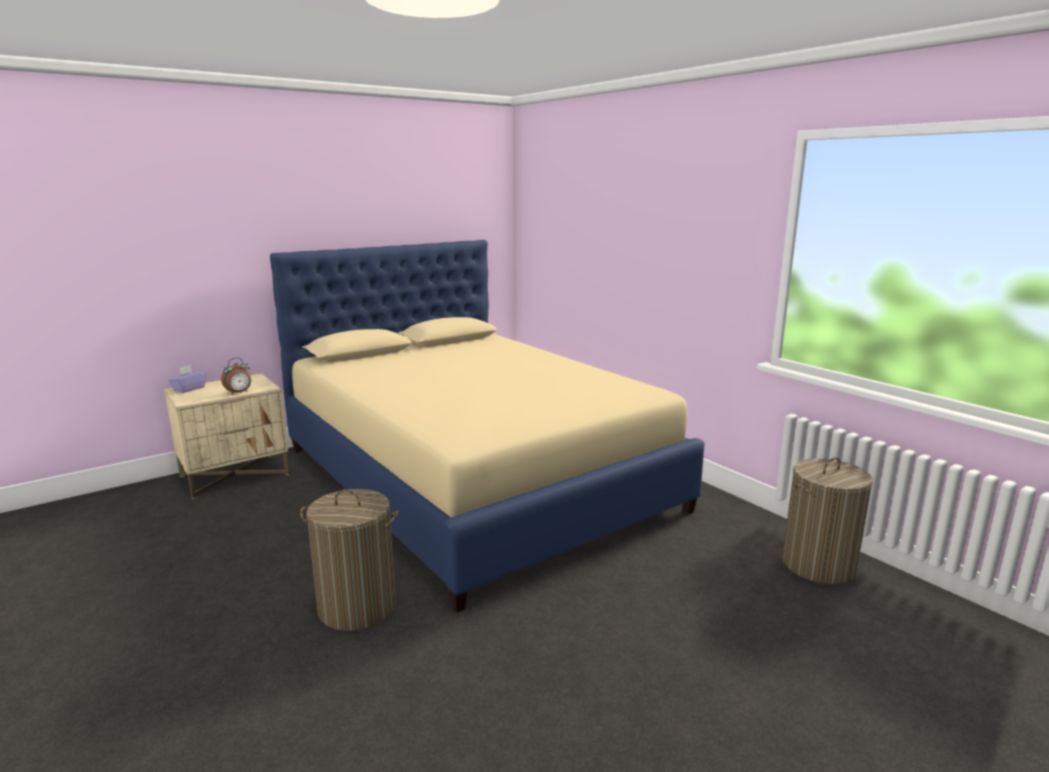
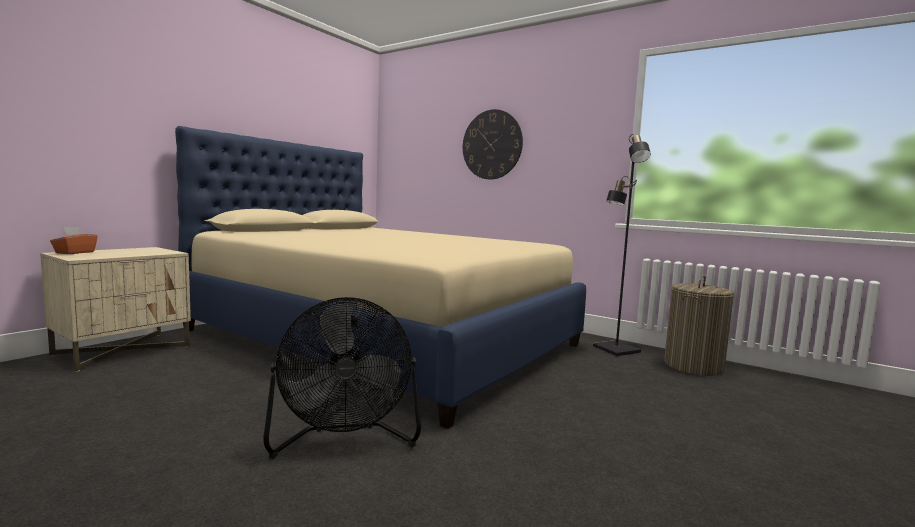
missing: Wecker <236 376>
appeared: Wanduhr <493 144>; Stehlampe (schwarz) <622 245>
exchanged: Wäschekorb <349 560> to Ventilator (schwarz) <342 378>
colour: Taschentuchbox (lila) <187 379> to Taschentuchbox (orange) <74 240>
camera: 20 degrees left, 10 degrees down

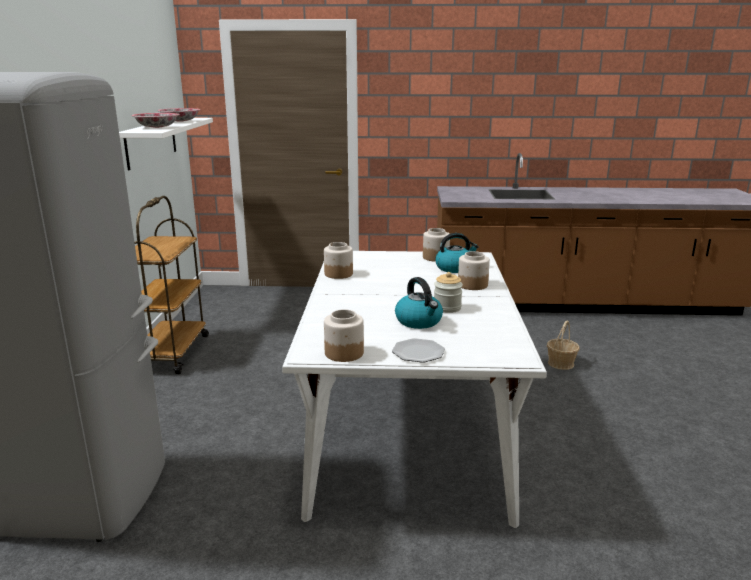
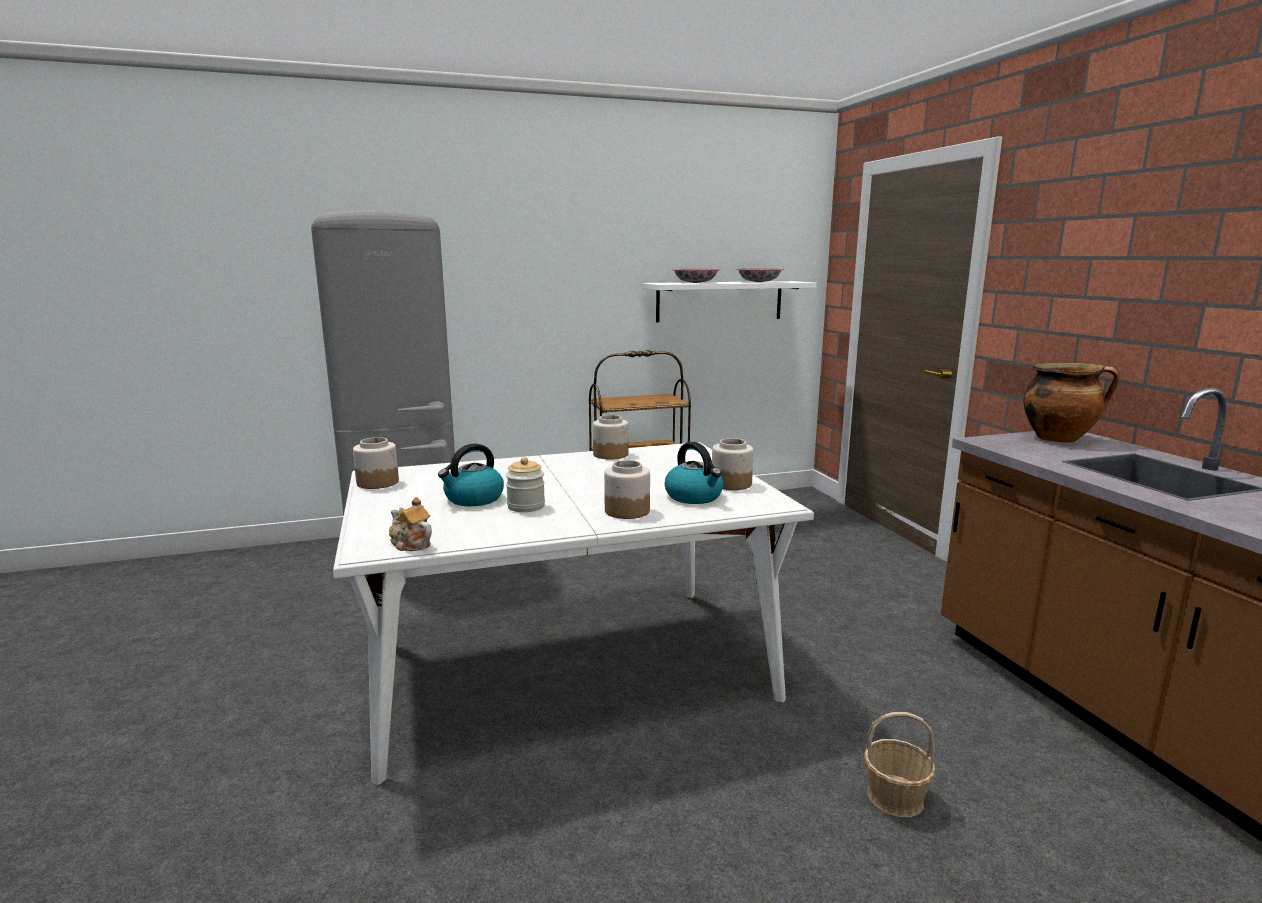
missing: Teller <418 350>
appeared: Teekanne <410 524>; Kochtopf <1071 403>
camera: 70 degrees right, 5 degrees down

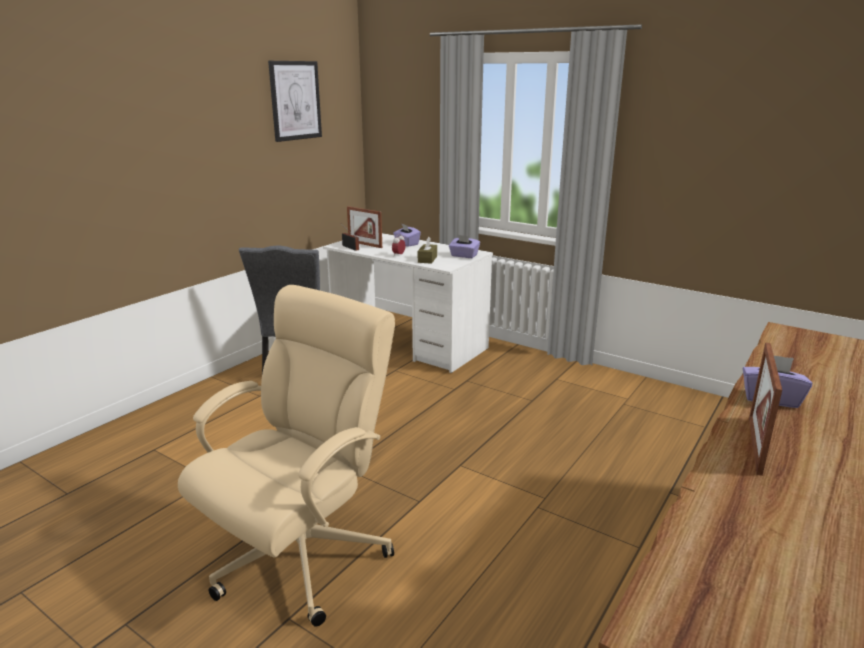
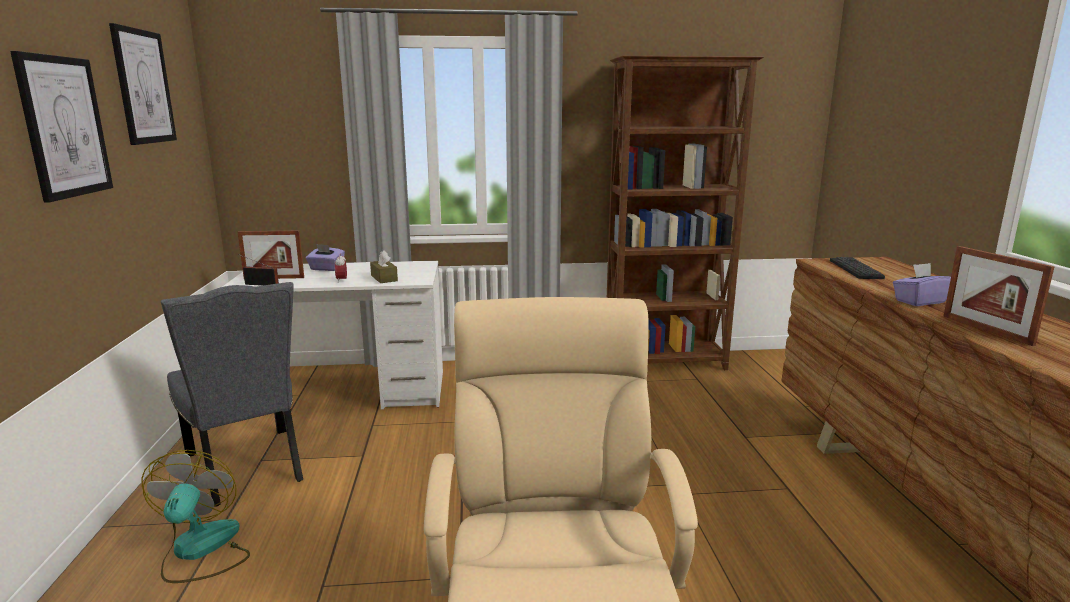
missing: Taschentuchbox (lila) <464 246>
appeared: Bild <61 127>; Ventilator <195 516>; Bücherregal (braun) <685 212>; Tastatur <857 268>
camera: 40 degrees left, 5 degrees down

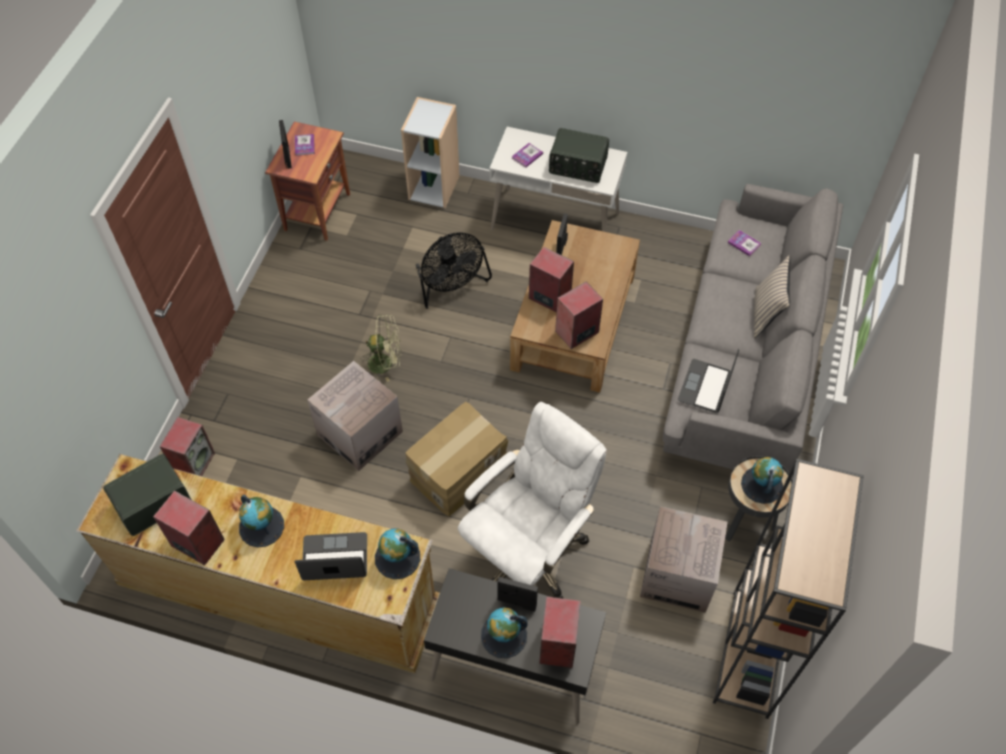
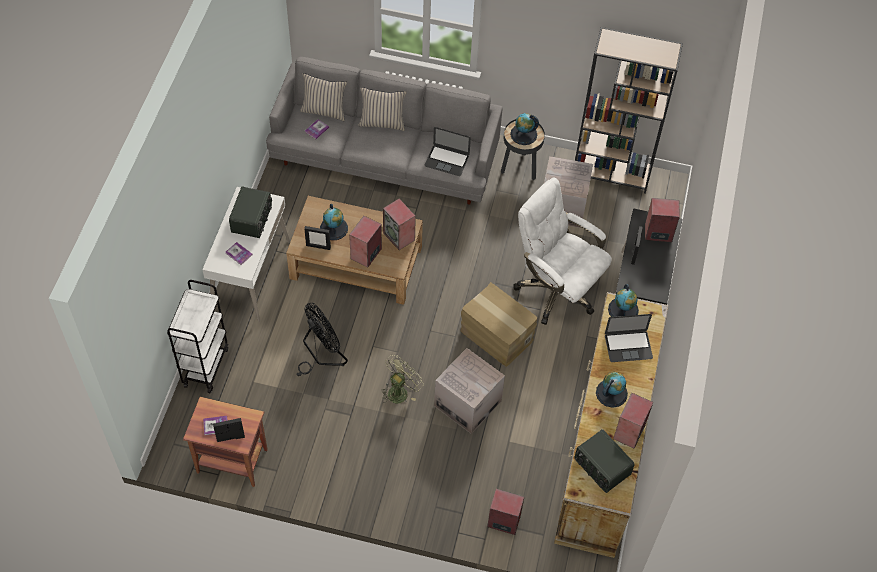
appeared: Kissen (beige) <323 97>
relocated: Globus <504 632> to <334 222>
exchanged: Bücherregal <430 152> to Rollwagen (weiß) <198 336>
spun: Laptop <330 556> = <629 338> 90 degrees counterclockwise; Ventilator (grün) <381 348> = <403 379> 45 degrees clockwise
camera: 95 degrees left, 0 degrees up

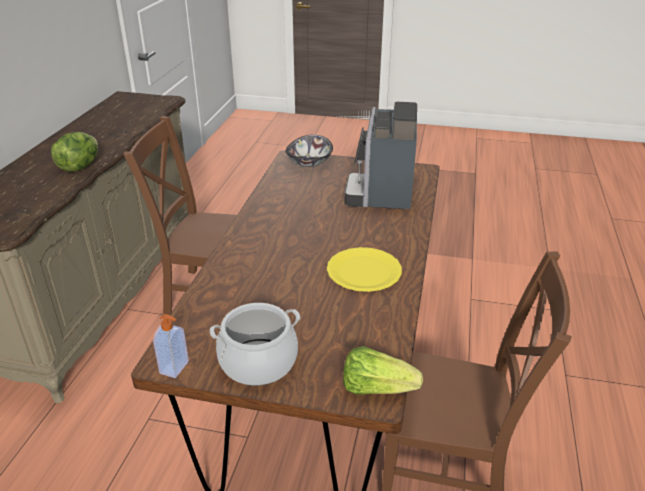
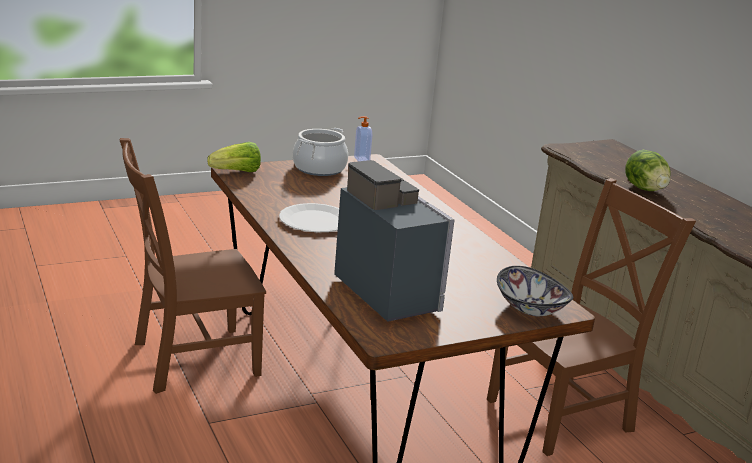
colour: Teller (gelb) <364 269> to Teller (weiß) <309 217>
camera: 140 degrees right, 10 degrees down

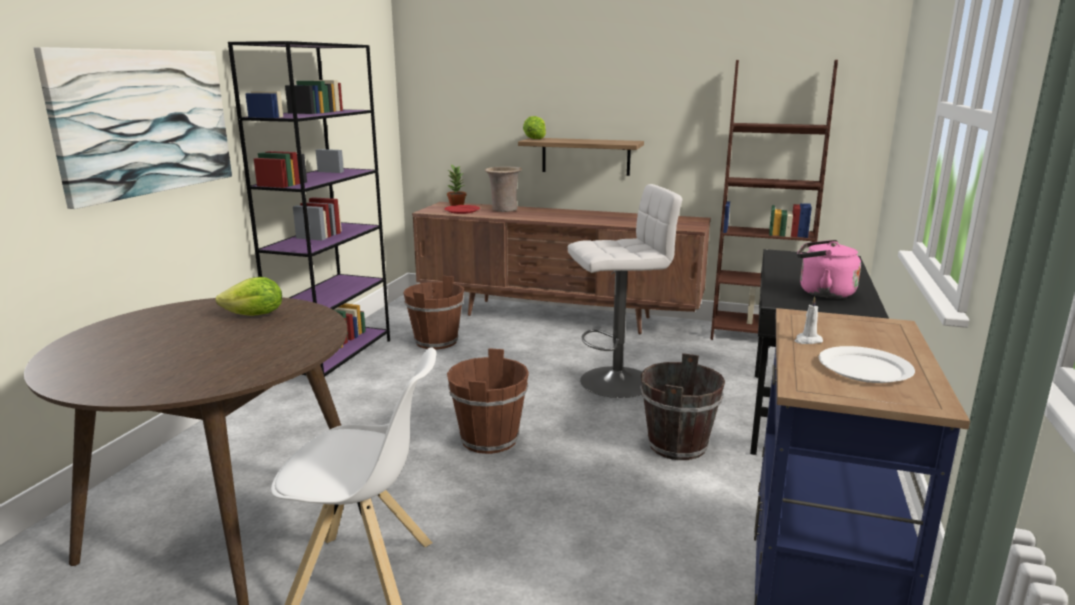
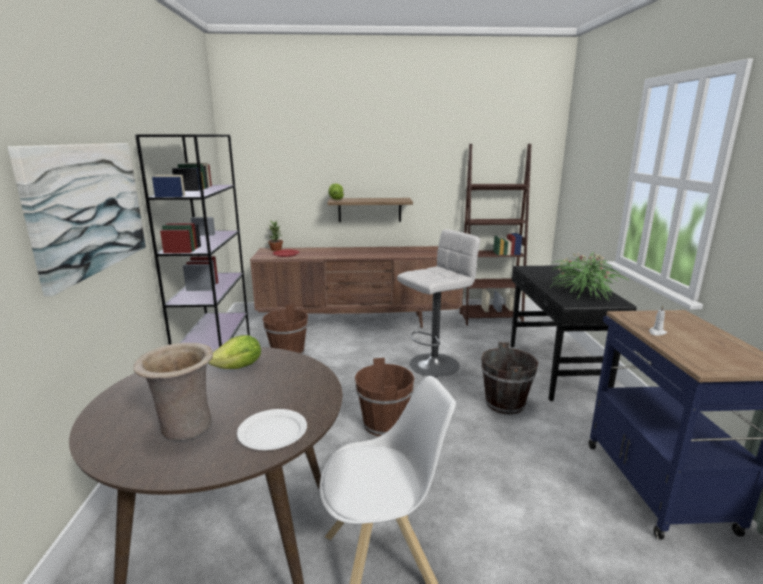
relocated: Vase (beige) <503 189> to <173 392>; Teller (weiß) <867 364> to <272 429>
exchanged: Wasserkessel (rosa) <829 269> to Topfpflanze <588 276>
camera: 20 degrees left, 0 degrees up

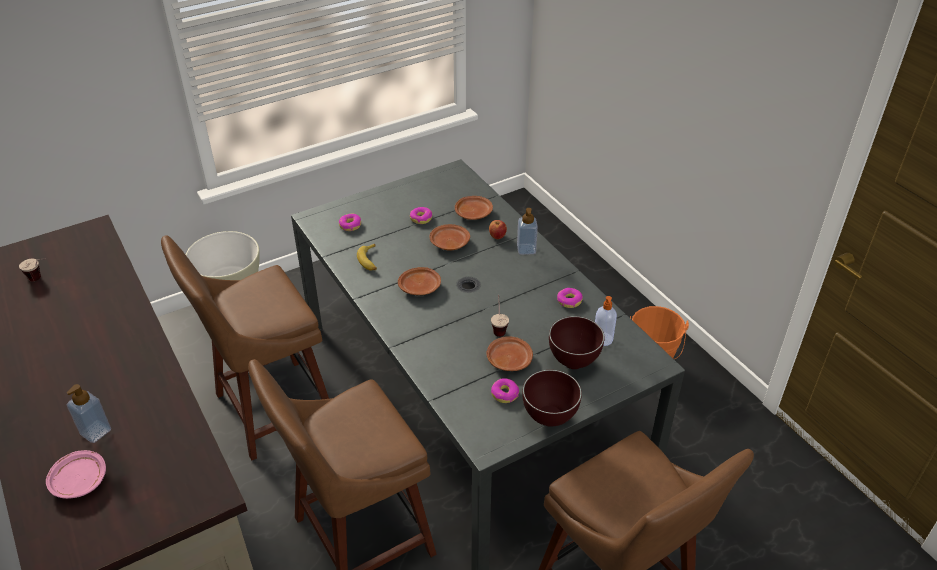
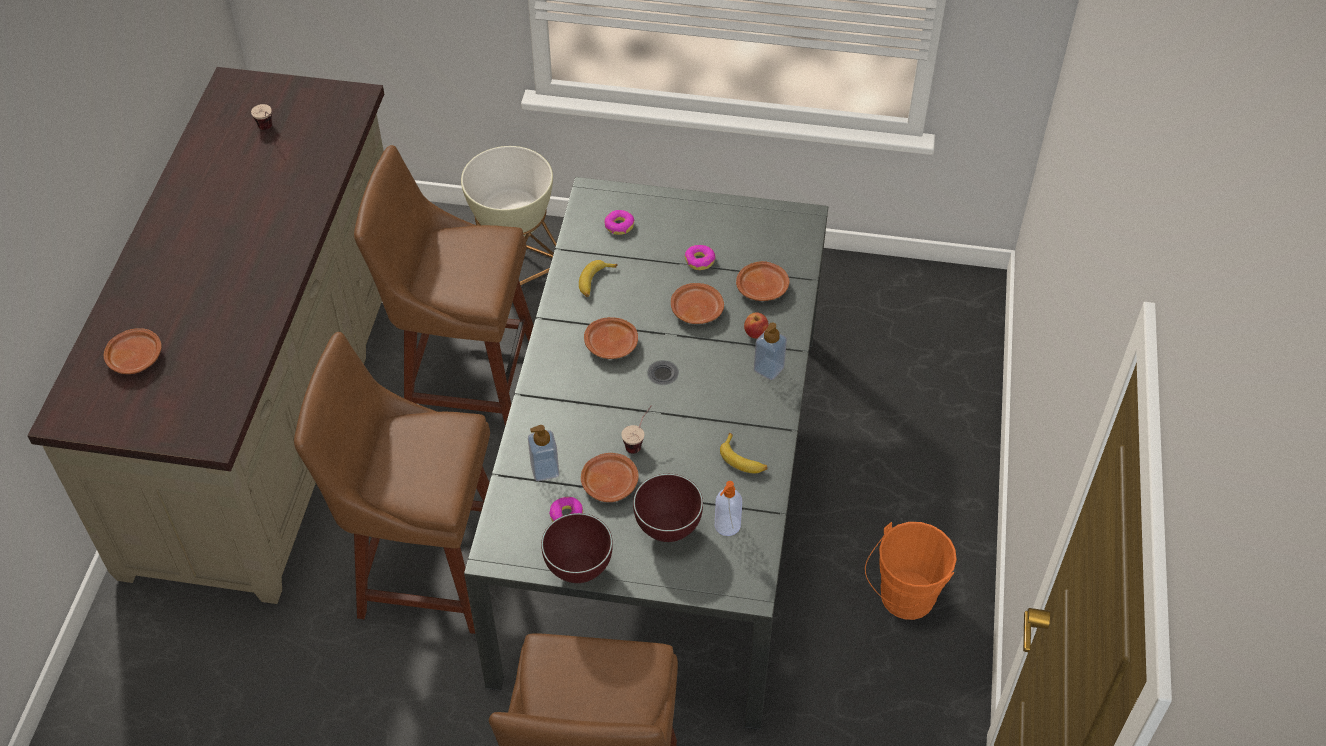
relocated: Seifenspender <89 413> to <543 453>
exchanged: Donut <570 298> to Banane <744 453>
colour: Teller (rosa) <76 474> to Teller (braun) <133 351>
camera: 40 degrees right, 10 degrees up

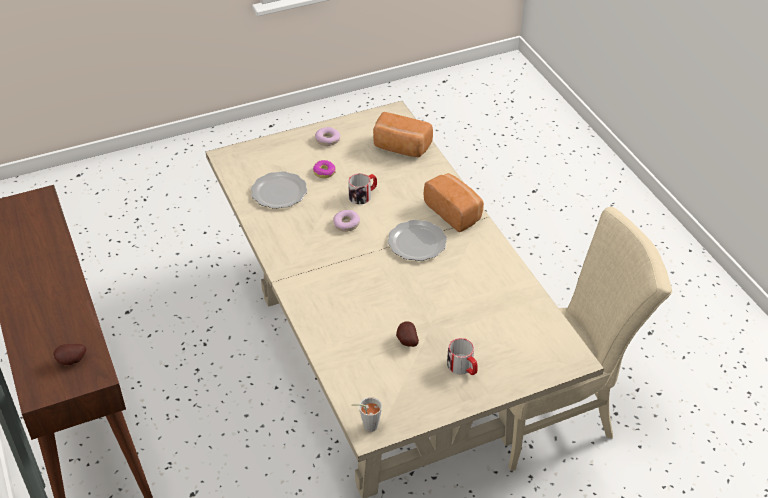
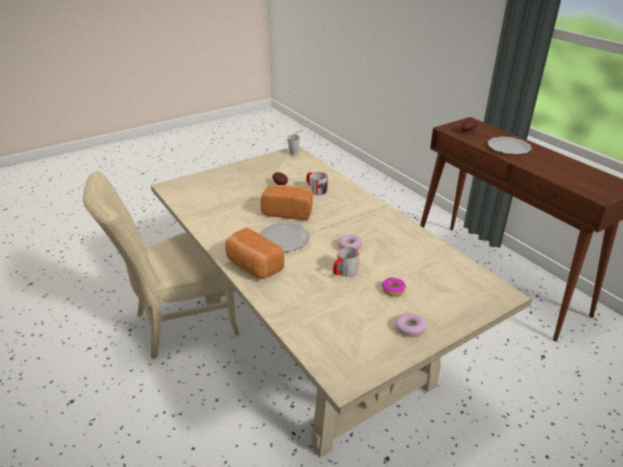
relocated: Teller <279 190> to <509 145>; Brot <403 134> to <286 202>; Henkelbecher <462 356> to <317 183>
camera: 170 degrees right, 10 degrees down

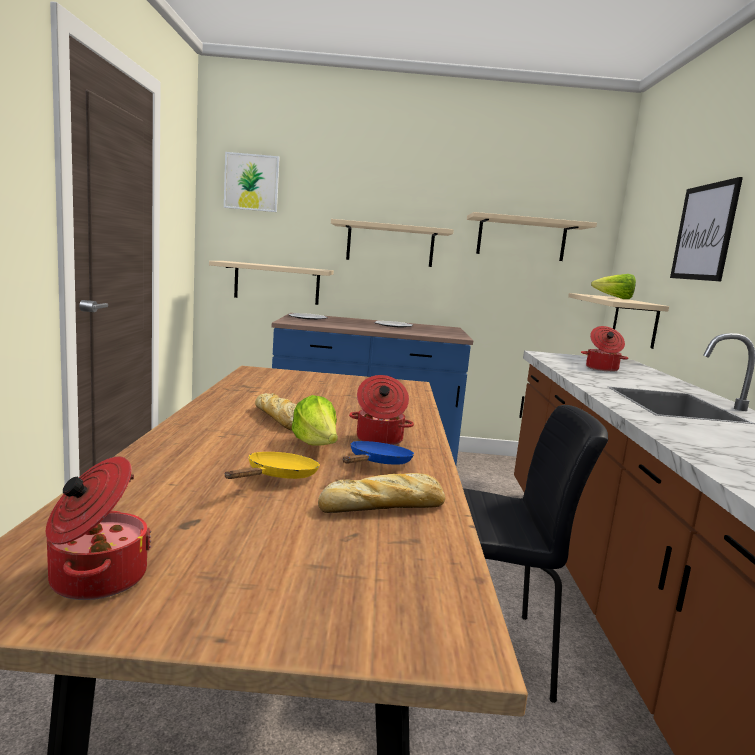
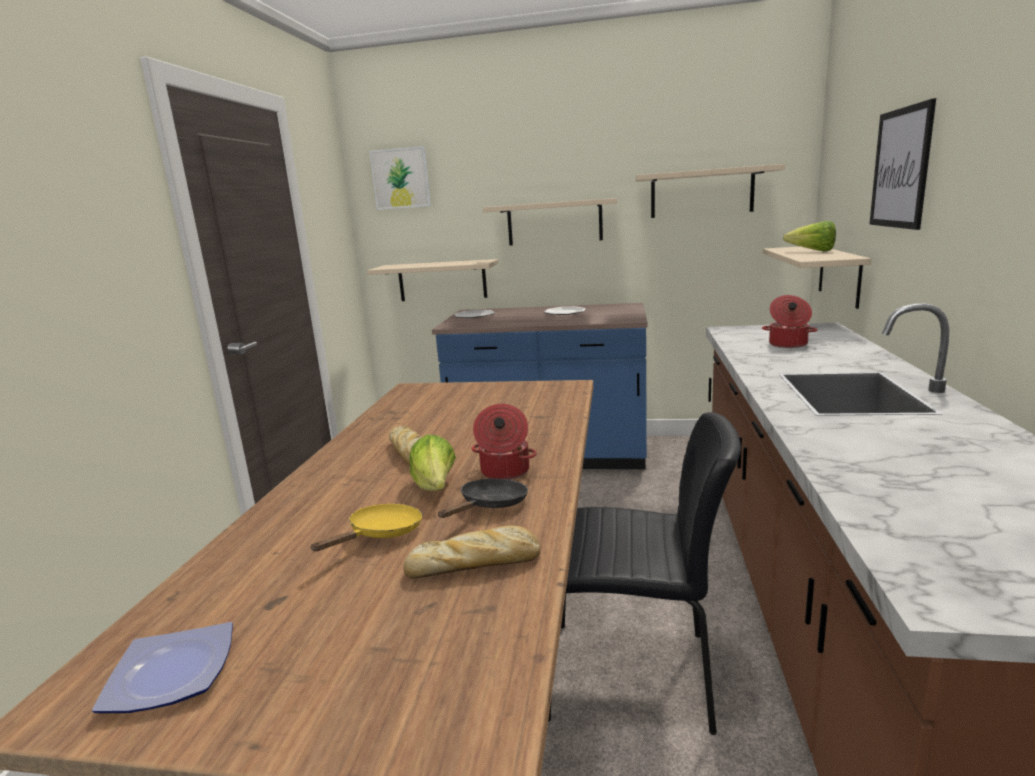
exchanged: Kochtopf <98 528> to Teller <162 667>
colour: Pfanne (blau) <378 453> to Pfanne (schwarz) <483 498>
camera: 10 degrees right, 5 degrees up

